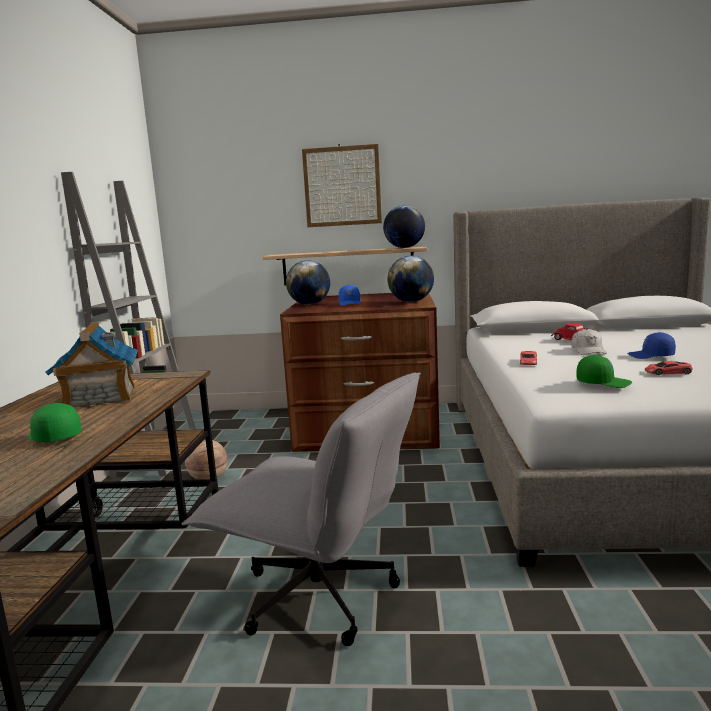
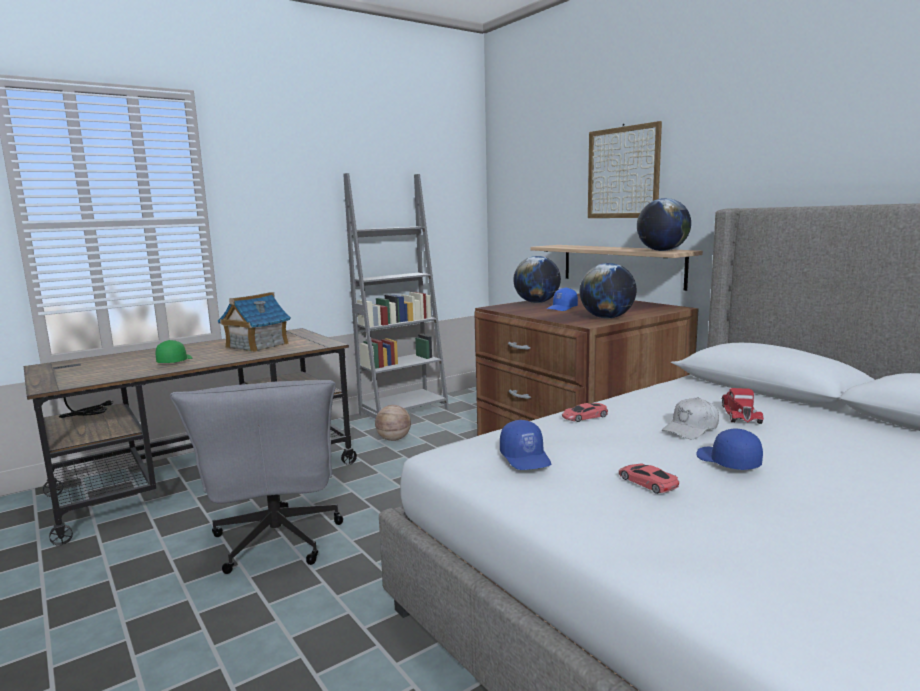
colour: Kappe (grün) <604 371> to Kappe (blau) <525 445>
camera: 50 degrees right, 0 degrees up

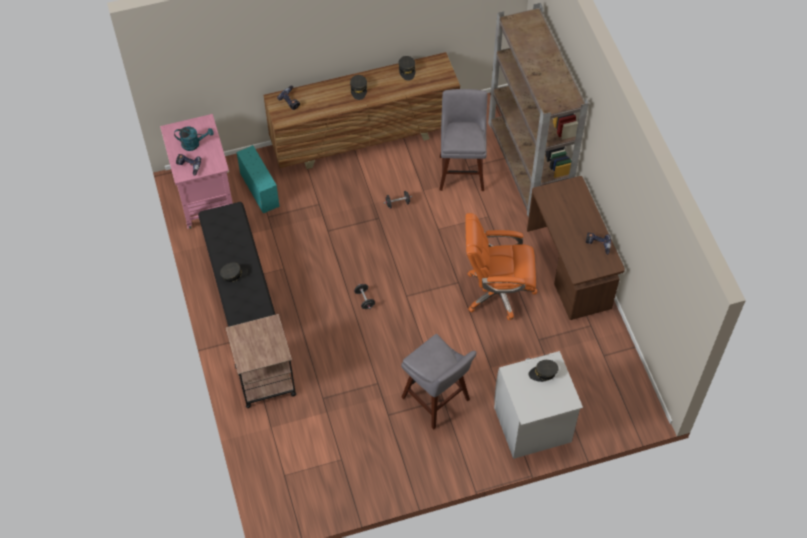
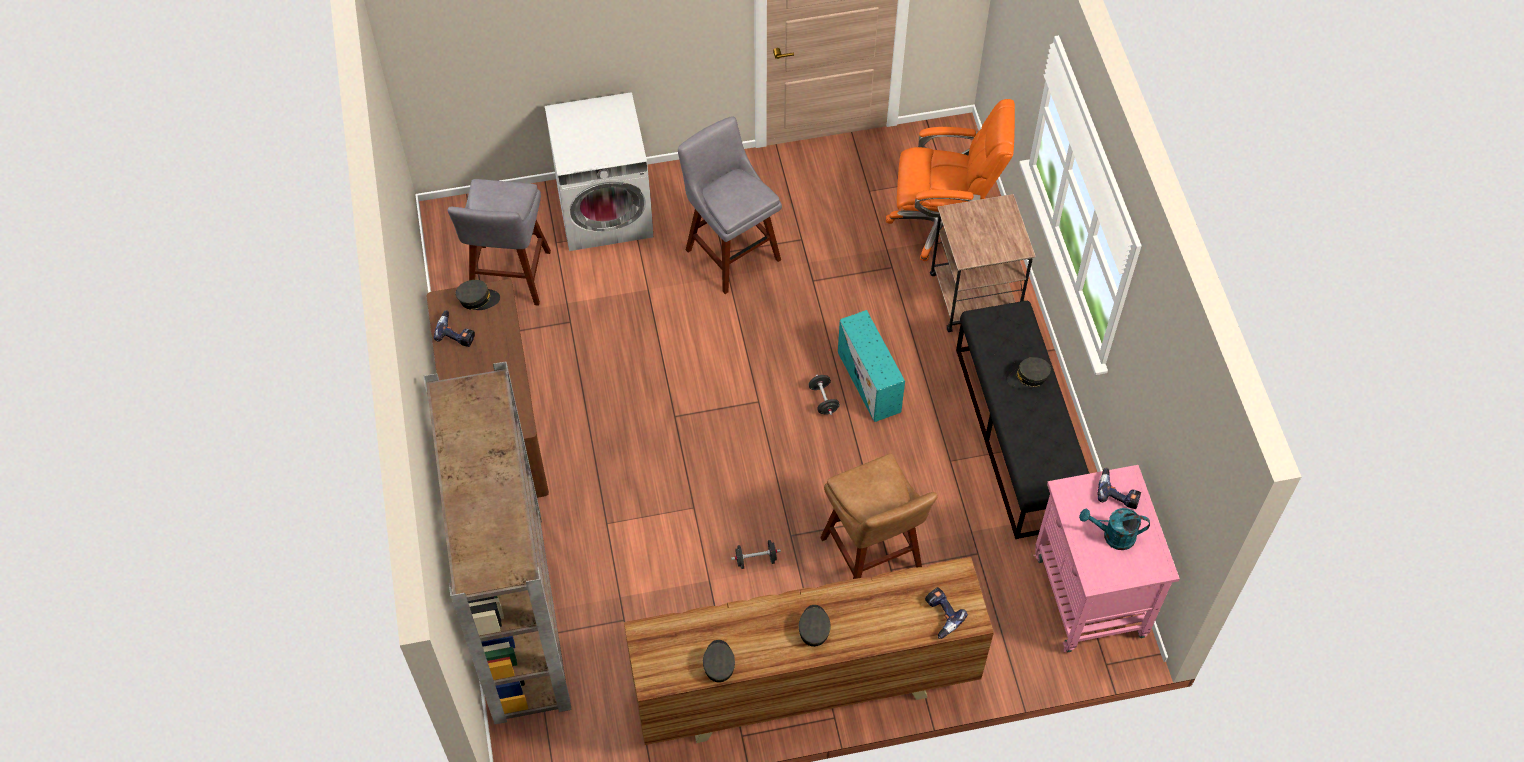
appeared: Hocker (braun) <879 516>
relocated: Aufbewahrungsbox (türkis) <258 179> to <871 366>; Hocker (grau) <463 140> to <499 242>; Bürostuhl (orange) <501 266> to <950 180>; Kappe (grau) <544 371> to <477 295>
camera: 175 degrees left, 0 degrees up

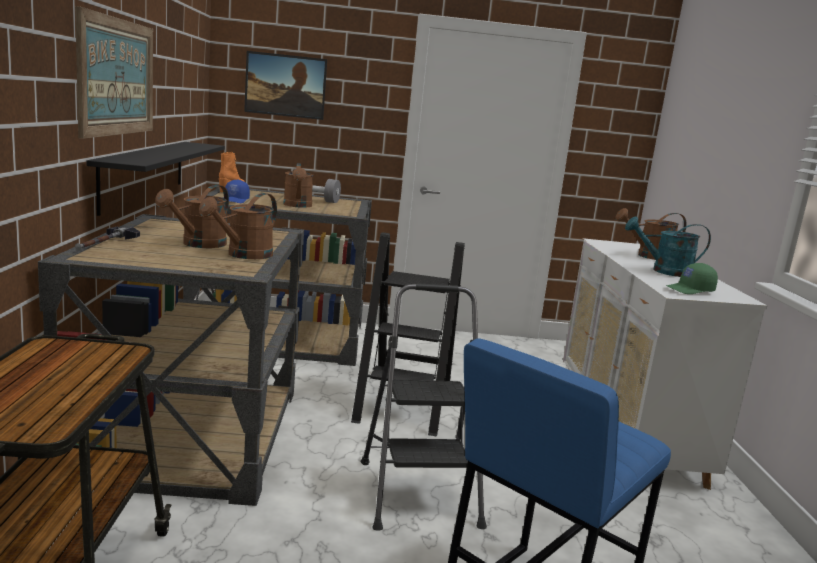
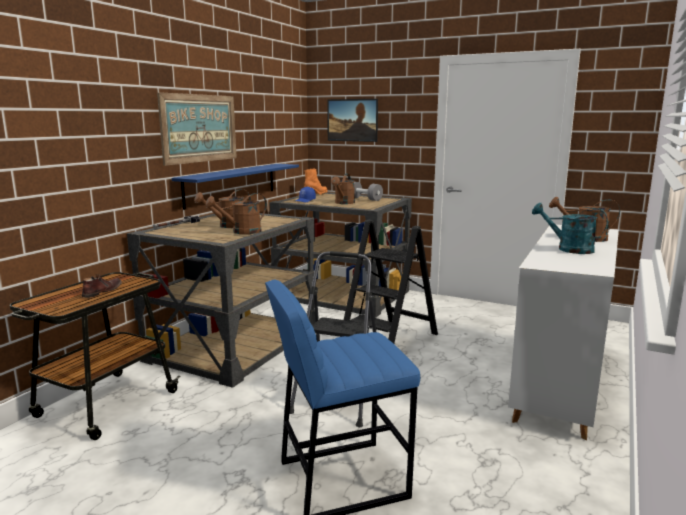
missing: Kappe (grün) <692 278>
appeared: Schuh (braun) <102 286>
colour: Wandregal (schwarz) <156 179> to Wandregal (blau) <235 187>
camera: 30 degrees right, 0 degrees up

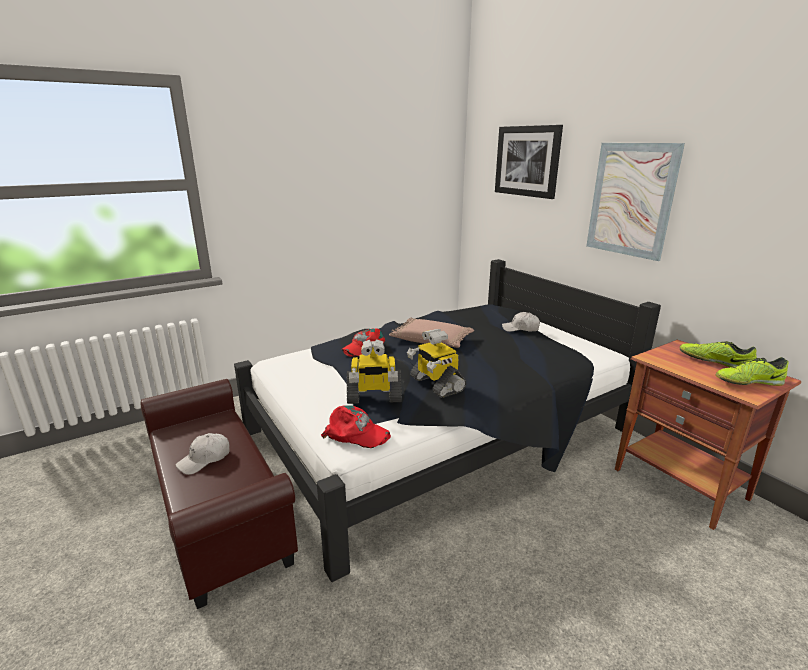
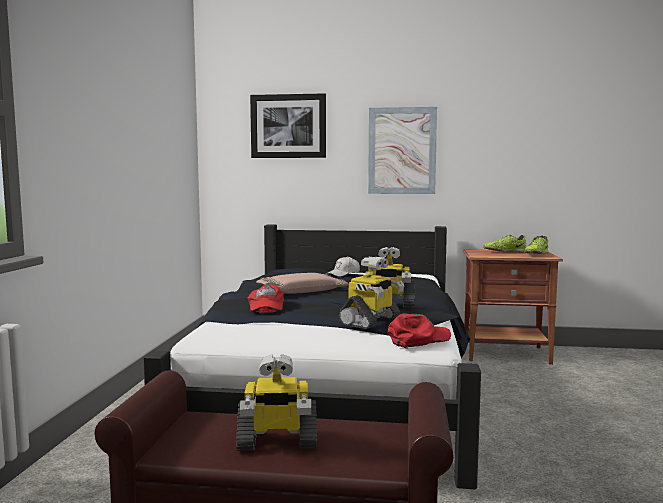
exchanged: Kappe (weiß) <203 454> to Spielzeugroboter <276 402>
camera: 50 degrees left, 15 degrees down

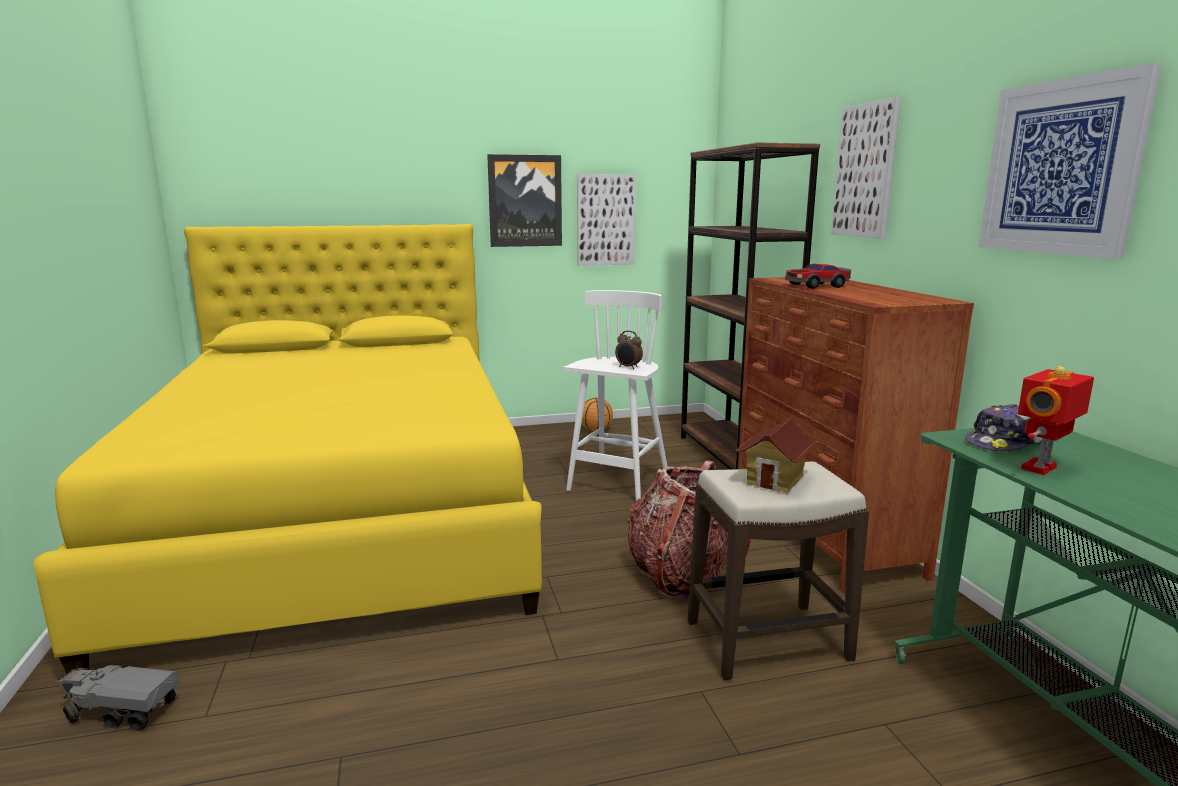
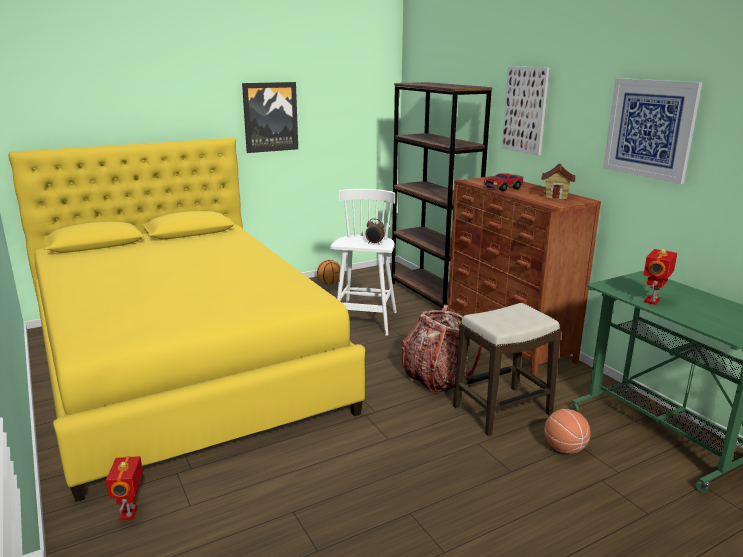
missing: Bild <606 220>; Kappe <1003 427>
appeared: Basketball <567 431>
relocated: Spielzeughaus <777 455> to <558 181>
exchanged: Spielzeuglaster <118 698> to Spielzeugroboter <124 488>
camera: 15 degrees left, 5 degrees up

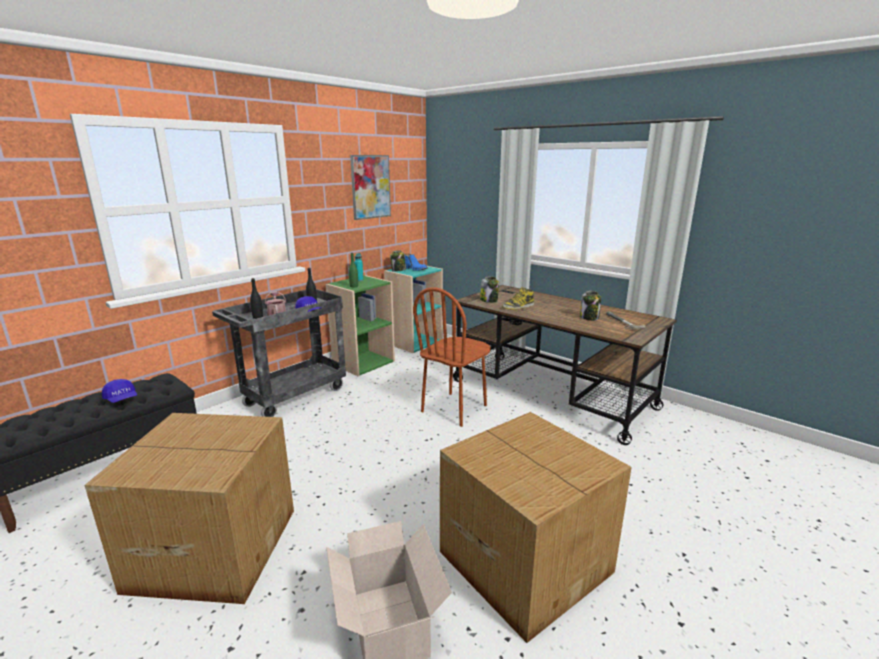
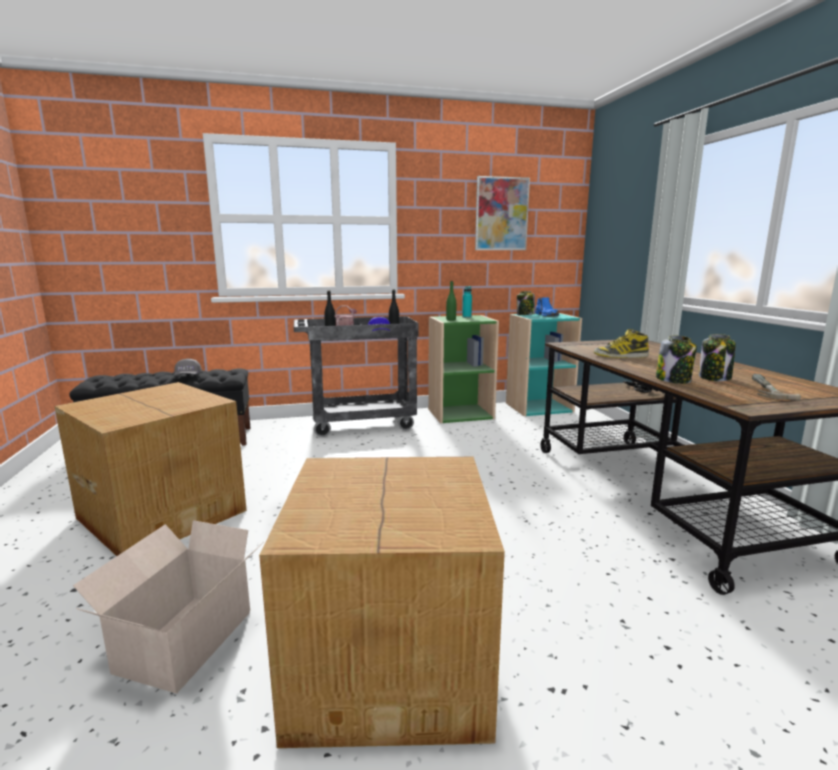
missing: Stuhl (braun) <452 357>
relocated: Vorratsglas <489 290> to <676 359>
colour: Kappe (blau) <119 391> to Kappe (grau) <188 366>
camera: 35 degrees right, 5 degrees down

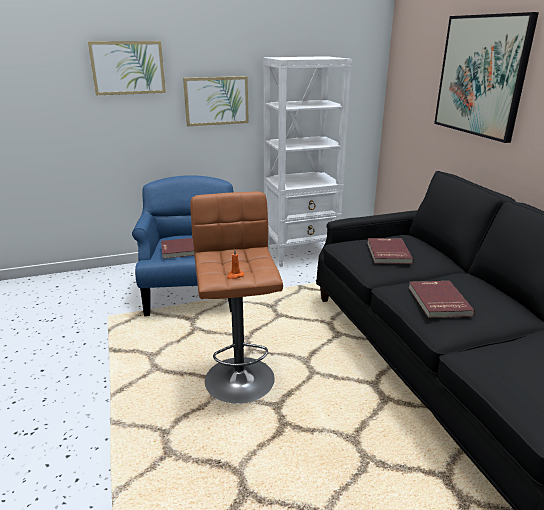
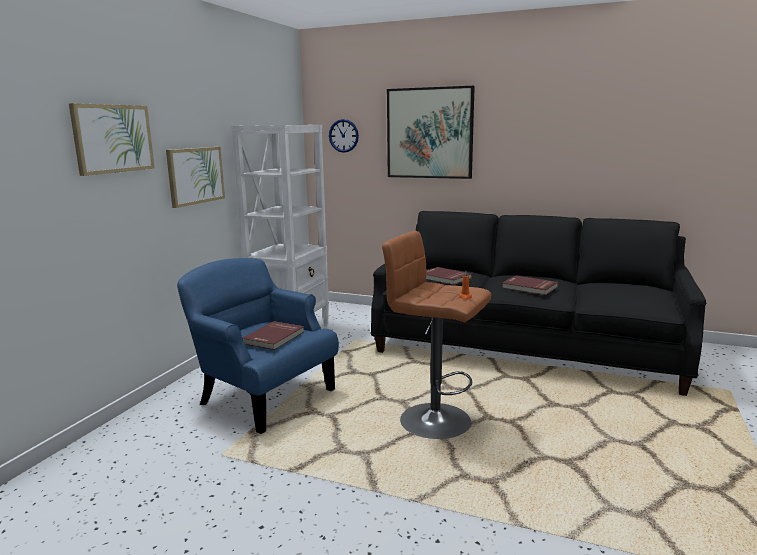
appeared: Wanduhr <344 136>
camera: 50 degrees left, 10 degrees down

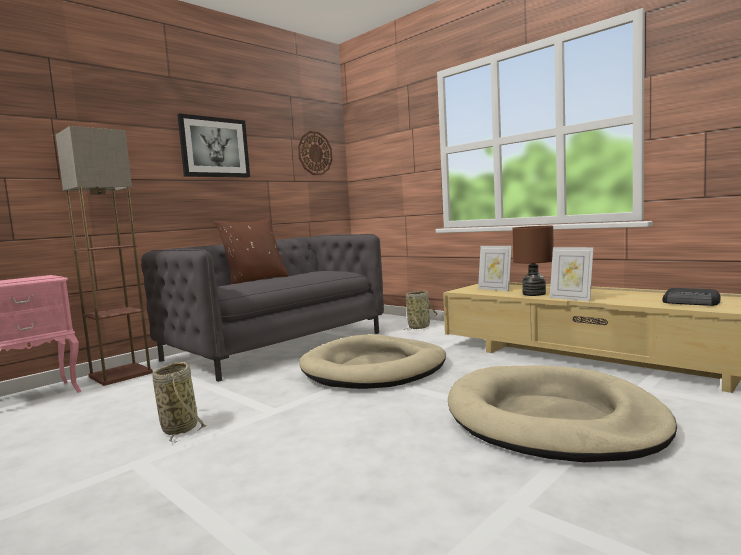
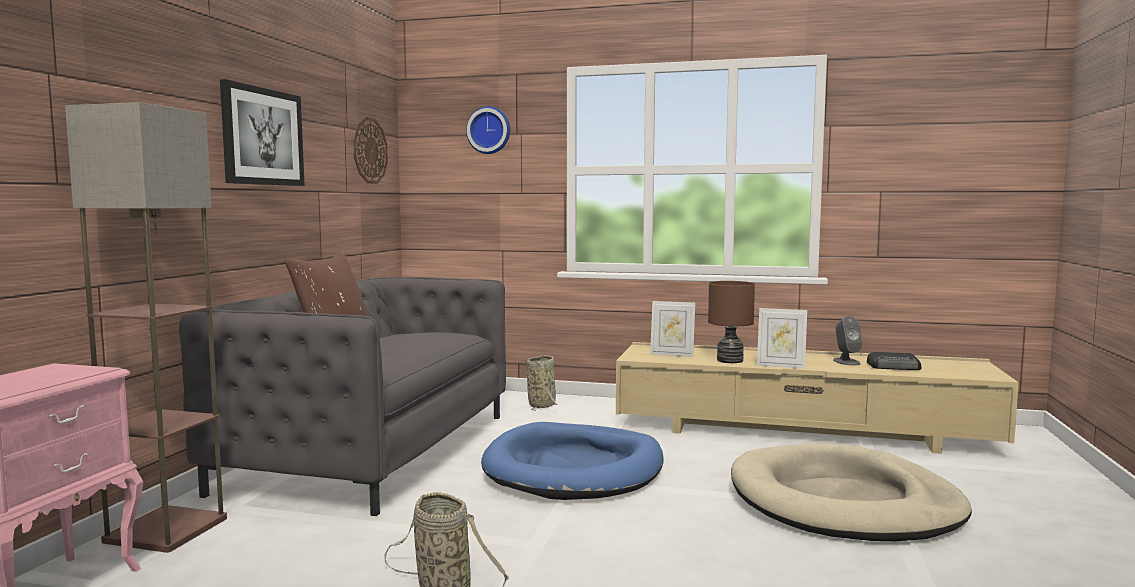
appeared: Wanduhr <488 130>; Lautsprecher (grau) <848 341>
colour: Hundebett (beige) <372 361> to Hundebett (blau) <572 461>
camera: 30 degrees left, 0 degrees up

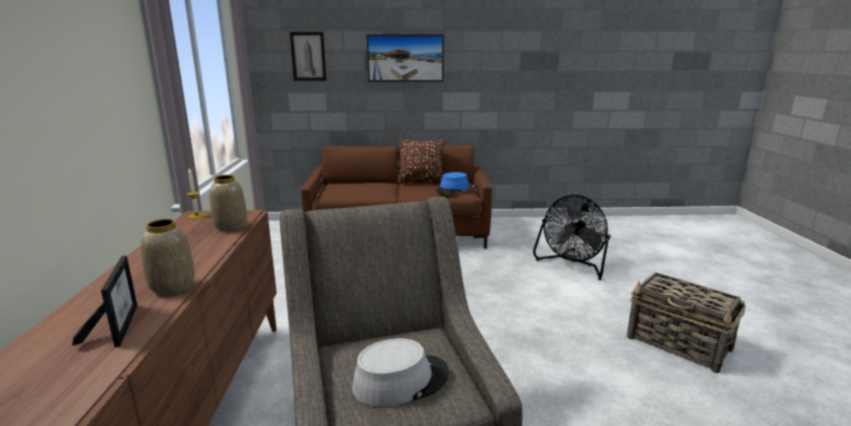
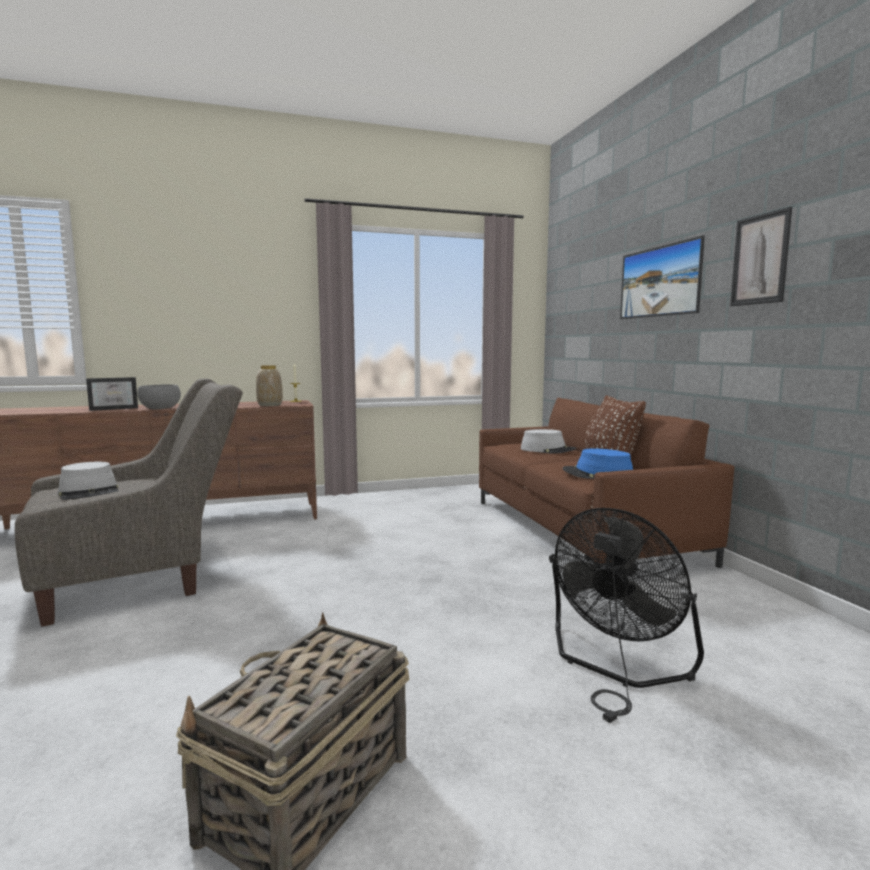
appeared: Hut (grau) <548 441>
relocated: Bild <308 56> to <761 256>
exchanged: Vase <168 257> to Schüssel (grau) <159 396>
spun: Ventilator (schwarz) <572 237> = <626 615> 105 degrees clockwise
camera: 75 degrees right, 10 degrees down

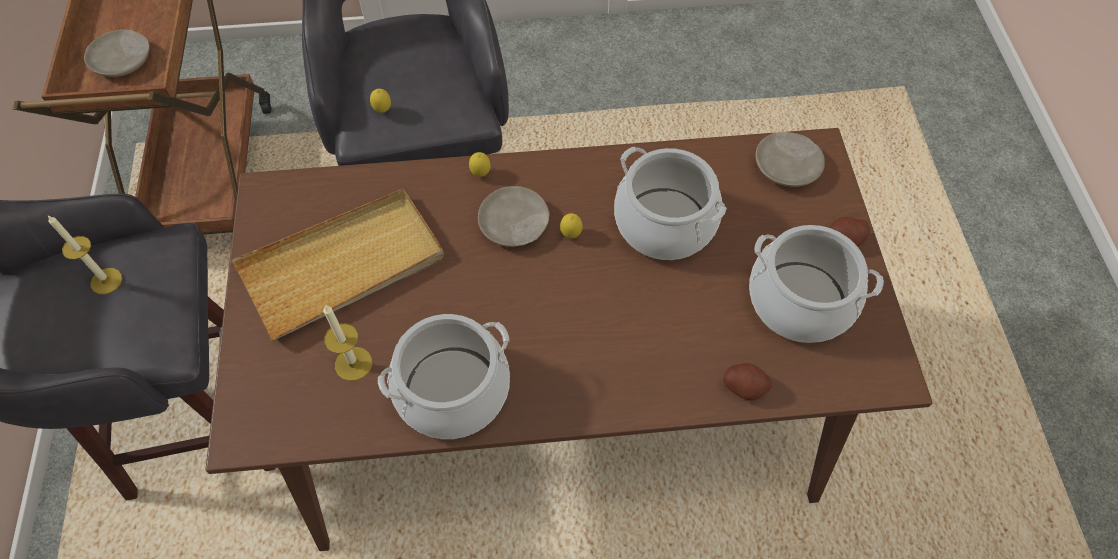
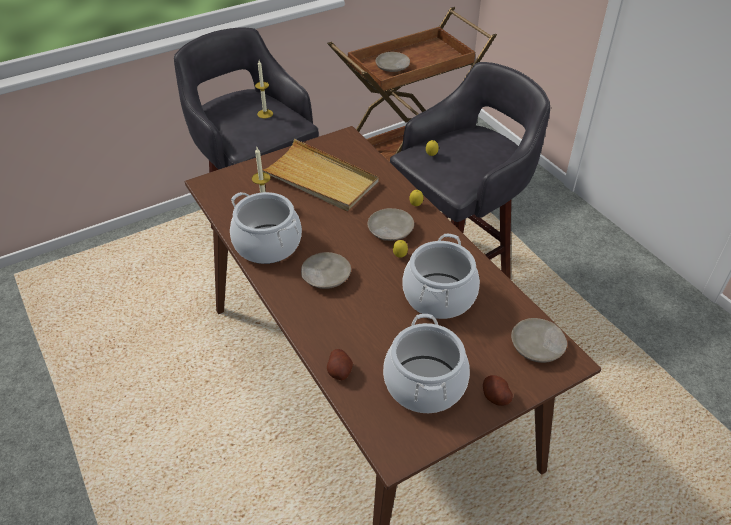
appeared: Teller (beige) <326 270>
camera: 65 degrees right, 15 degrees down

